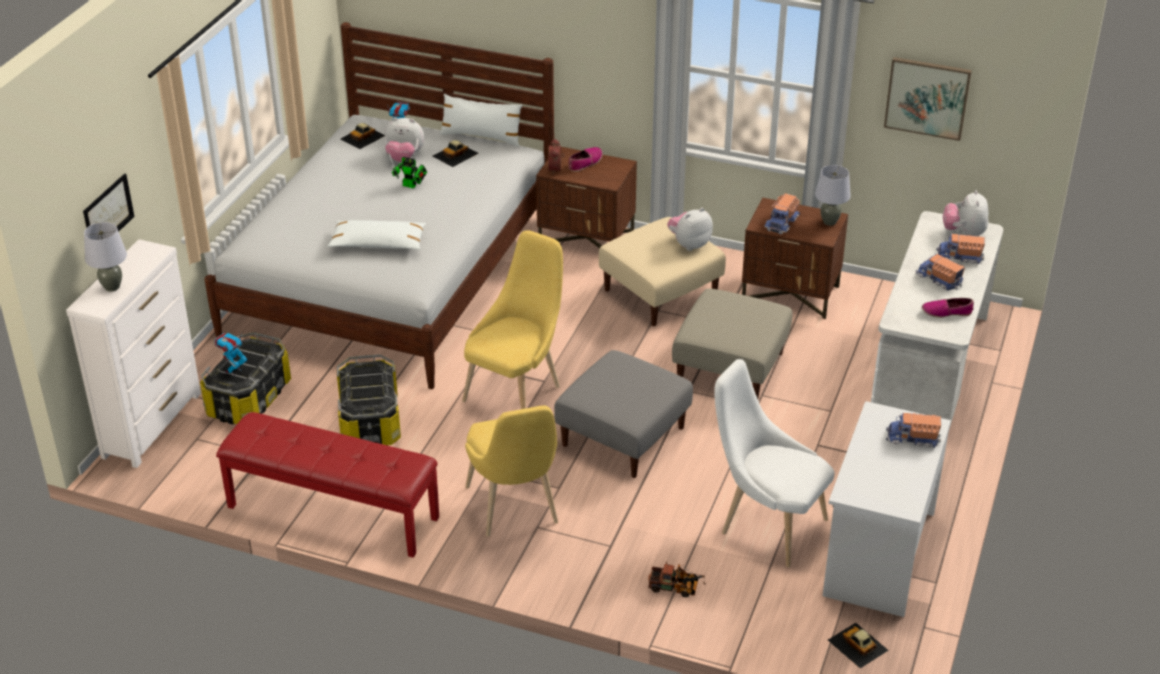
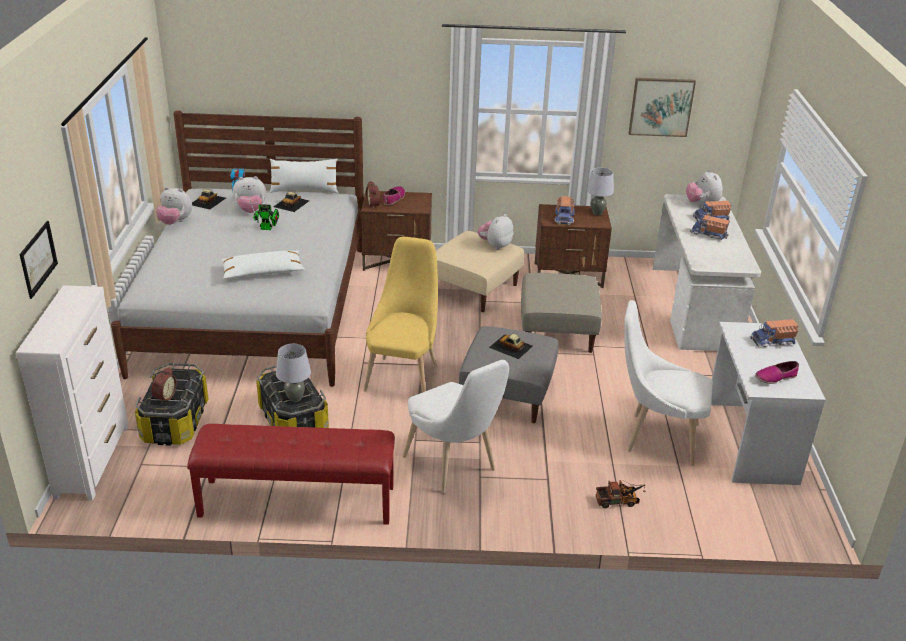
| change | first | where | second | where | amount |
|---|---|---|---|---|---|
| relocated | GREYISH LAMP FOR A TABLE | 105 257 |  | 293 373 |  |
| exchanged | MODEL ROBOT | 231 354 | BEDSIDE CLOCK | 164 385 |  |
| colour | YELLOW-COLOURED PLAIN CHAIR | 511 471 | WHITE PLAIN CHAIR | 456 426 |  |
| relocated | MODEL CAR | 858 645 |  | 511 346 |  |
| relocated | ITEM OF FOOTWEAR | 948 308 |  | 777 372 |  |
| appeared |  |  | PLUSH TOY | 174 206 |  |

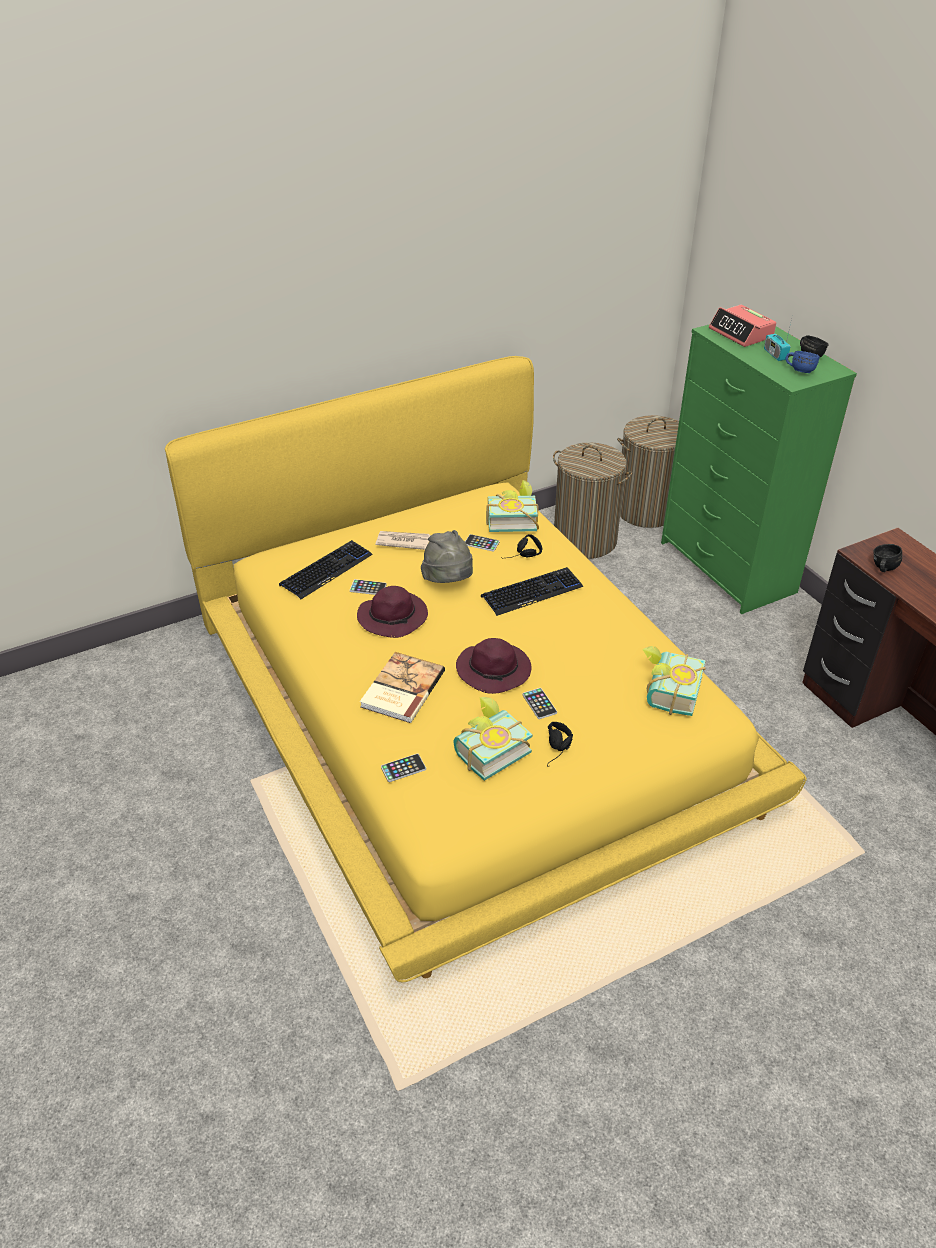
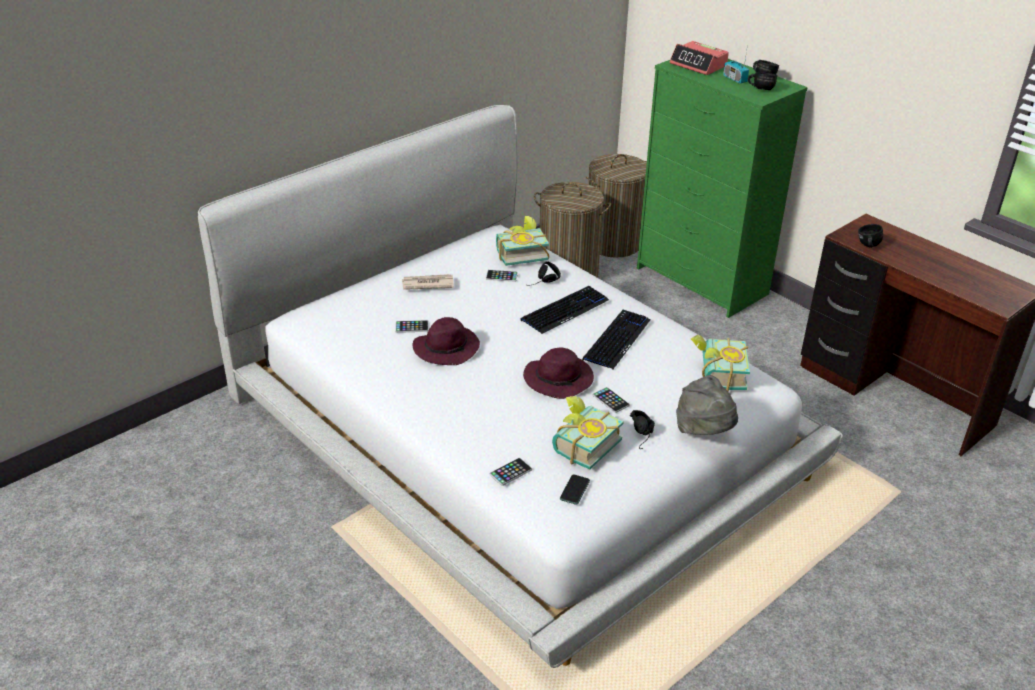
| change | first | where | second | where | amount |
|---|---|---|---|---|---|
| colour | YELLOW-COLOURED BEDROOM BED | 486 669 | WHITE BEDROOM BED | 520 386 |  |
| relocated | KEYBOARD | 326 569 |  | 616 339 |  |
| missing | BOOK | 402 687 |  |  |  |
| relocated | GREYISH WEARABLE HAT | 447 556 |  | 707 405 |  |
| colour | BLUE MUG | 803 362 | BLACK-COLOURED MUG | 762 81 |  |
| appeared |  |  | TELEPHONE | 575 490 |  |

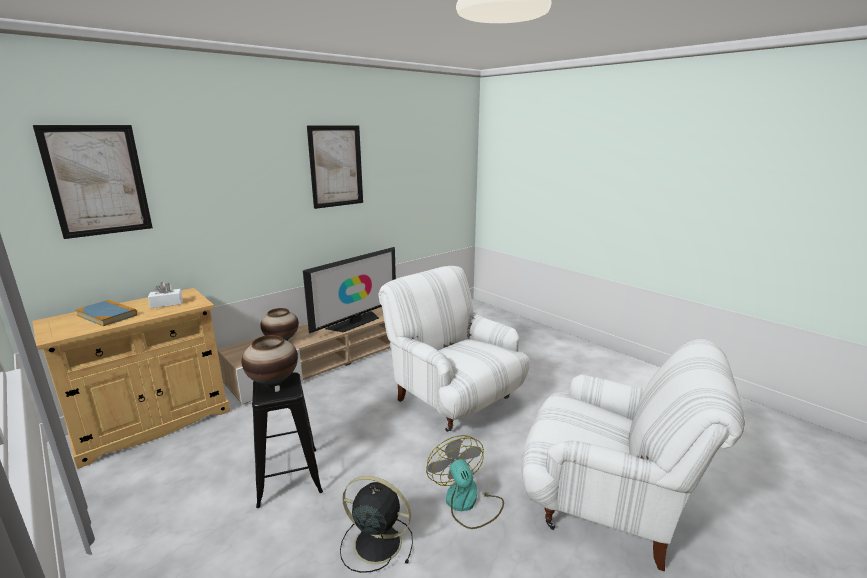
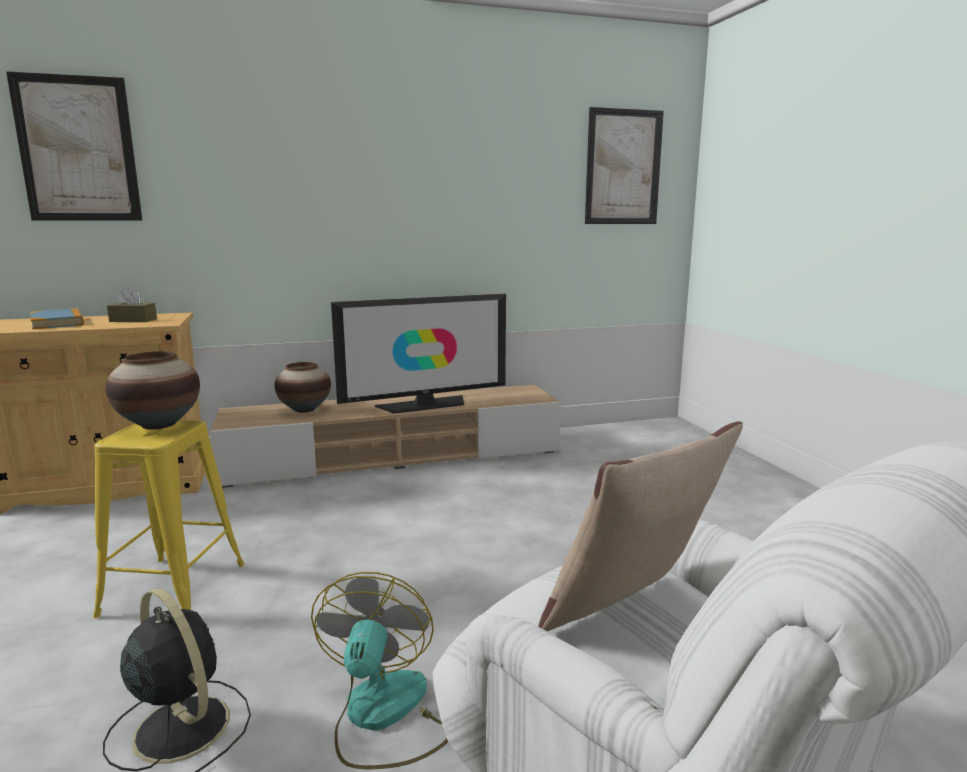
| change | first | where | second | where | amount |
|---|---|---|---|---|---|
| colour | WHITE BOX OF TISSUES | 165 295 | BROWN BOX OF TISSUES | 132 305 |  |
| colour | BLACK-COLOURED SITTING STOOL | 287 440 | YELLOW-COLOURED SITTING STOOL | 168 519 |  |
| relocated | WALL PICTURE | 335 167 |  | 624 165 |  |
| missing | WHITE EASY CHAIR | 454 349 |  |  |  |
| appeared |  |  | SAND-COLOURED CUSHION | 640 526 |  |

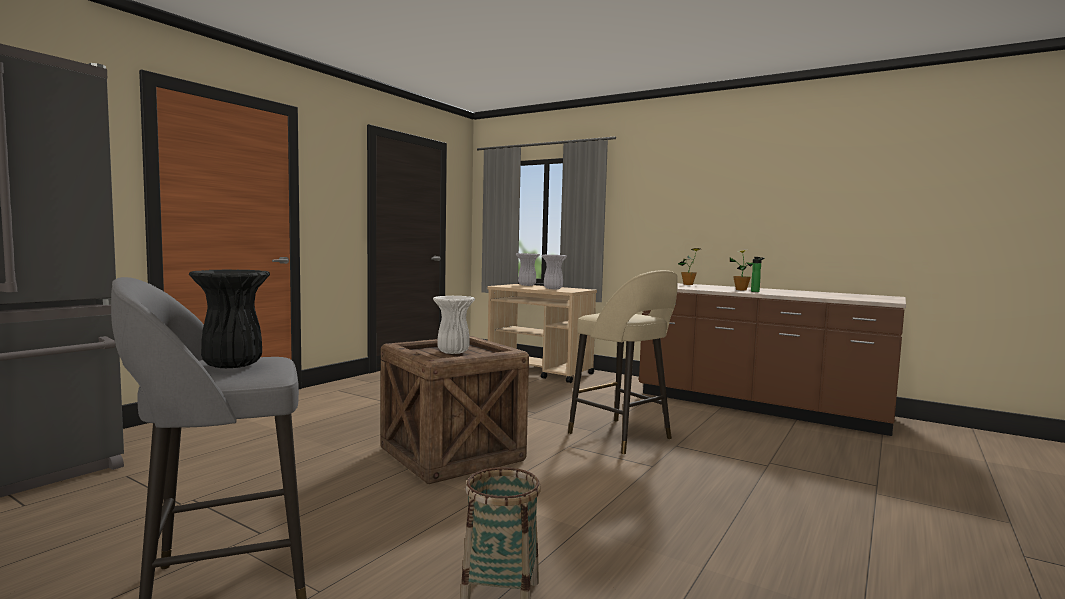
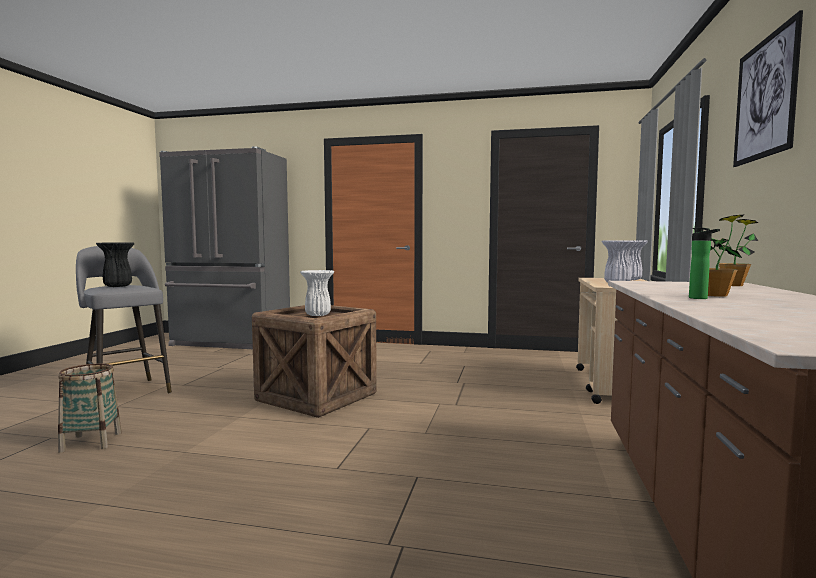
| change | first | where | second | where | amount |
|---|---|---|---|---|---|
| missing | SAND-COLOURED SITTING STOOL | 622 362 |  |  |  |
| appeared |  |  | WALL PICTURE | 768 88 |  |

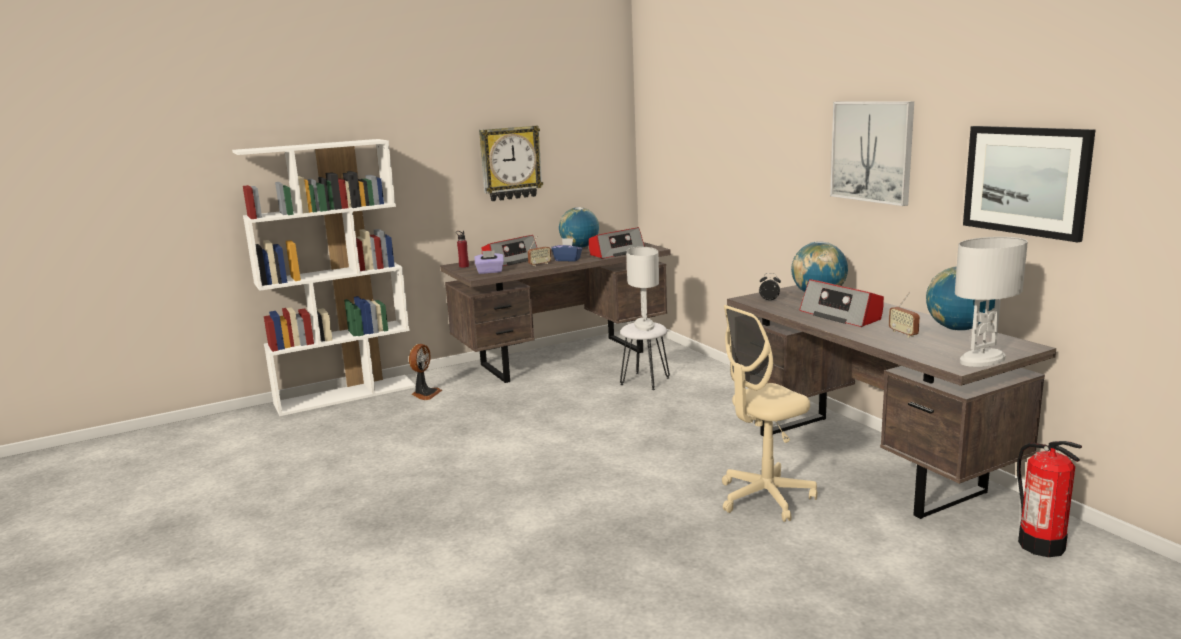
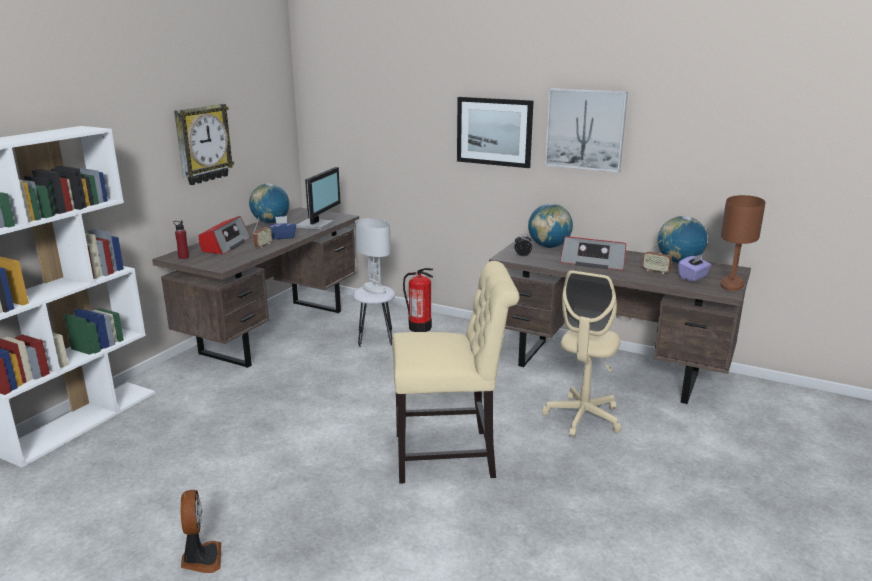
| change | first | where | second | where | amount |
|---|---|---|---|---|---|
| relocated | ELECTRIC FAN | 425 372 |  | 200 531 |  |
| relocated | PURPLISH BOX OF TISSUES | 489 262 |  | 694 267 |  |
| exchanged | RADIO RECEIVER | 617 243 | MONITOR | 318 198 |  |
| colour | WHITE LAMP FOR A TABLE | 991 302 | BROWN LAMP FOR A TABLE | 743 243 |  |
| relocated | WALL PICTURE | 1029 184 |  | 495 132 |  |
| relocated | EXTINGUISHER | 1049 499 |  | 418 300 |  |
| appeared |  |  | SAND-COLOURED PLAIN CHAIR | 456 372 |  |

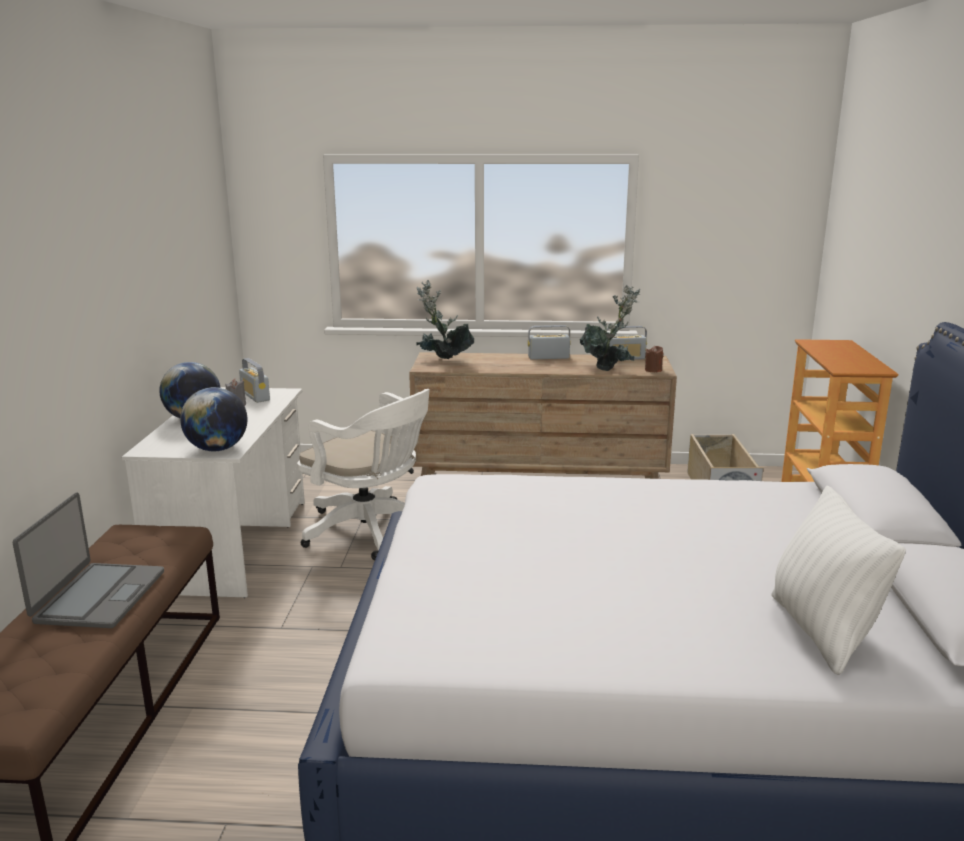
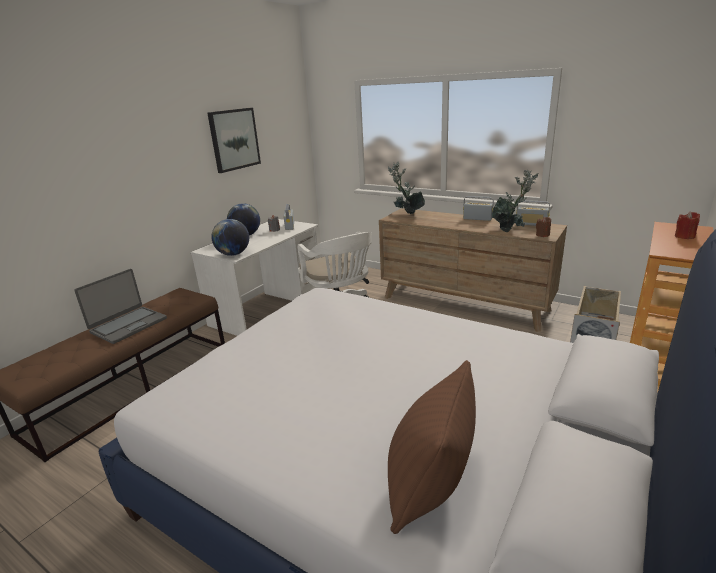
| change | first | where | second | where | amount |
|---|---|---|---|---|---|
| colour | WHITE CUSHION | 838 580 | BROWN CUSHION | 432 447 |  |
| appeared |  |  | WALL PICTURE | 234 140 |  |
| appeared |  |  | REDDISH WAX LIGHT | 687 225 |  |

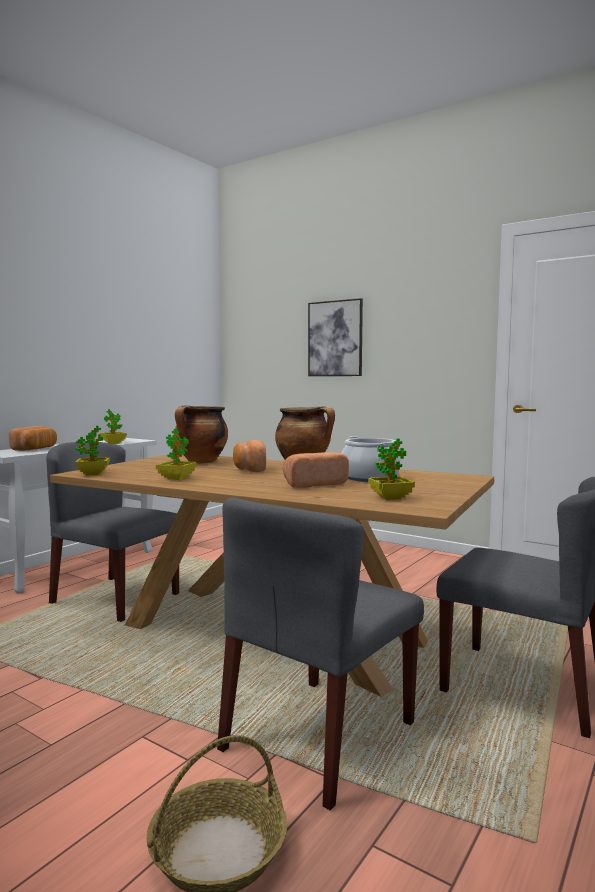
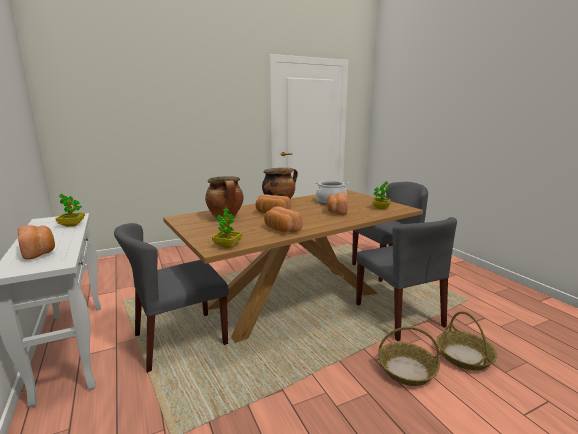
| change | first | where | second | where | amount |
|---|---|---|---|---|---|
| exchanged | POTTED PLANT | 176 454 | BAKERY BREAD | 283 219 |  |
| missing | WALL PICTURE | 335 337 |  |  |  |
| appeared |  |  | STORAGE BASKET | 409 356 |  |

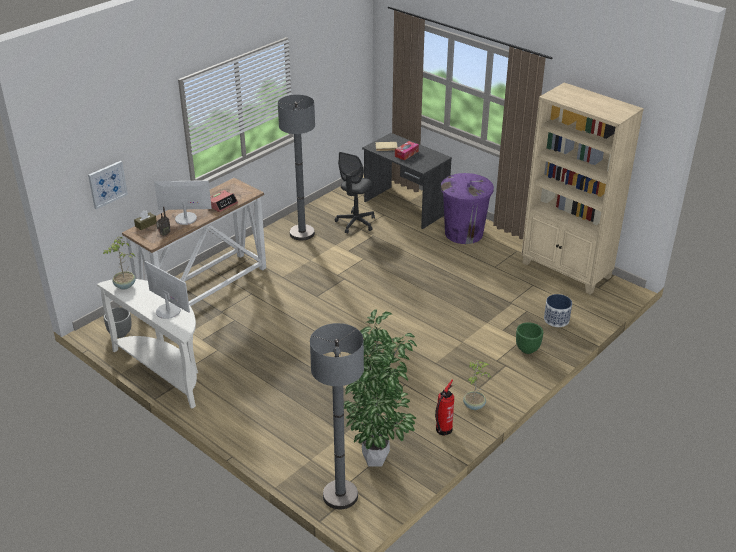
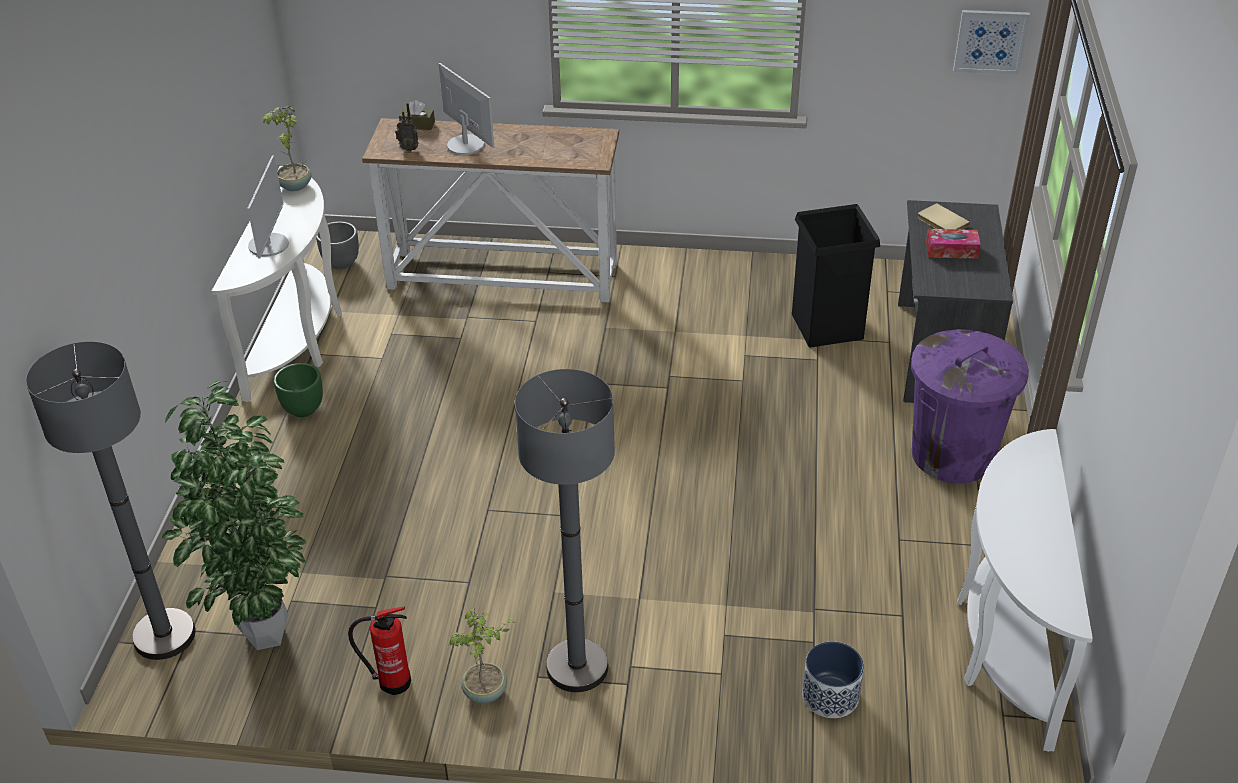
| change | first | where | second | where | amount |
|---|---|---|---|---|---|
| relocated | WALL PICTURE | 108 185 |  | 991 42 |  |
| missing | BEDSIDE CLOCK | 224 201 |  |  |  |
| relocated | GREYISH FLOOR LAMP | 296 167 |  | 565 530 |  |
| exchanged | GREYISH DESK CHAIR | 355 193 | BLACK-COLOURED WASTE BIN | 836 275 |  |
| relocated | GREENISH PLANT POT | 529 338 |  | 298 390 |  |
| exchanged | SAND-COLOURED BOOKCASE | 582 189 | WHITE NARROW TABLE | 1024 590 |  |

